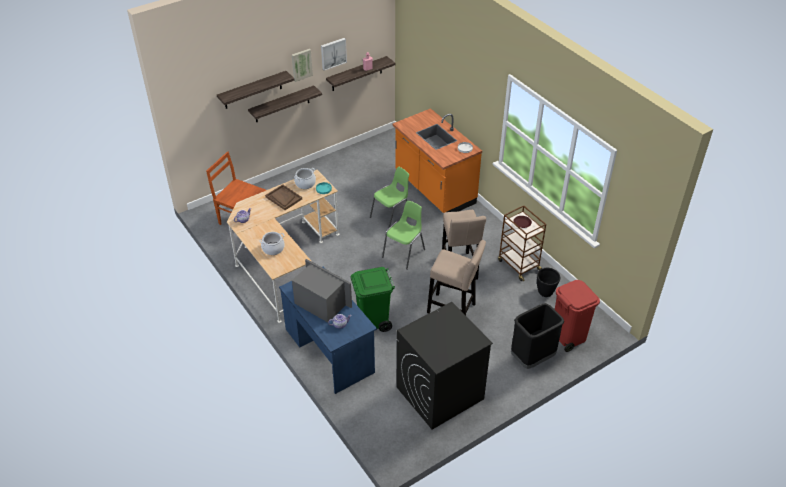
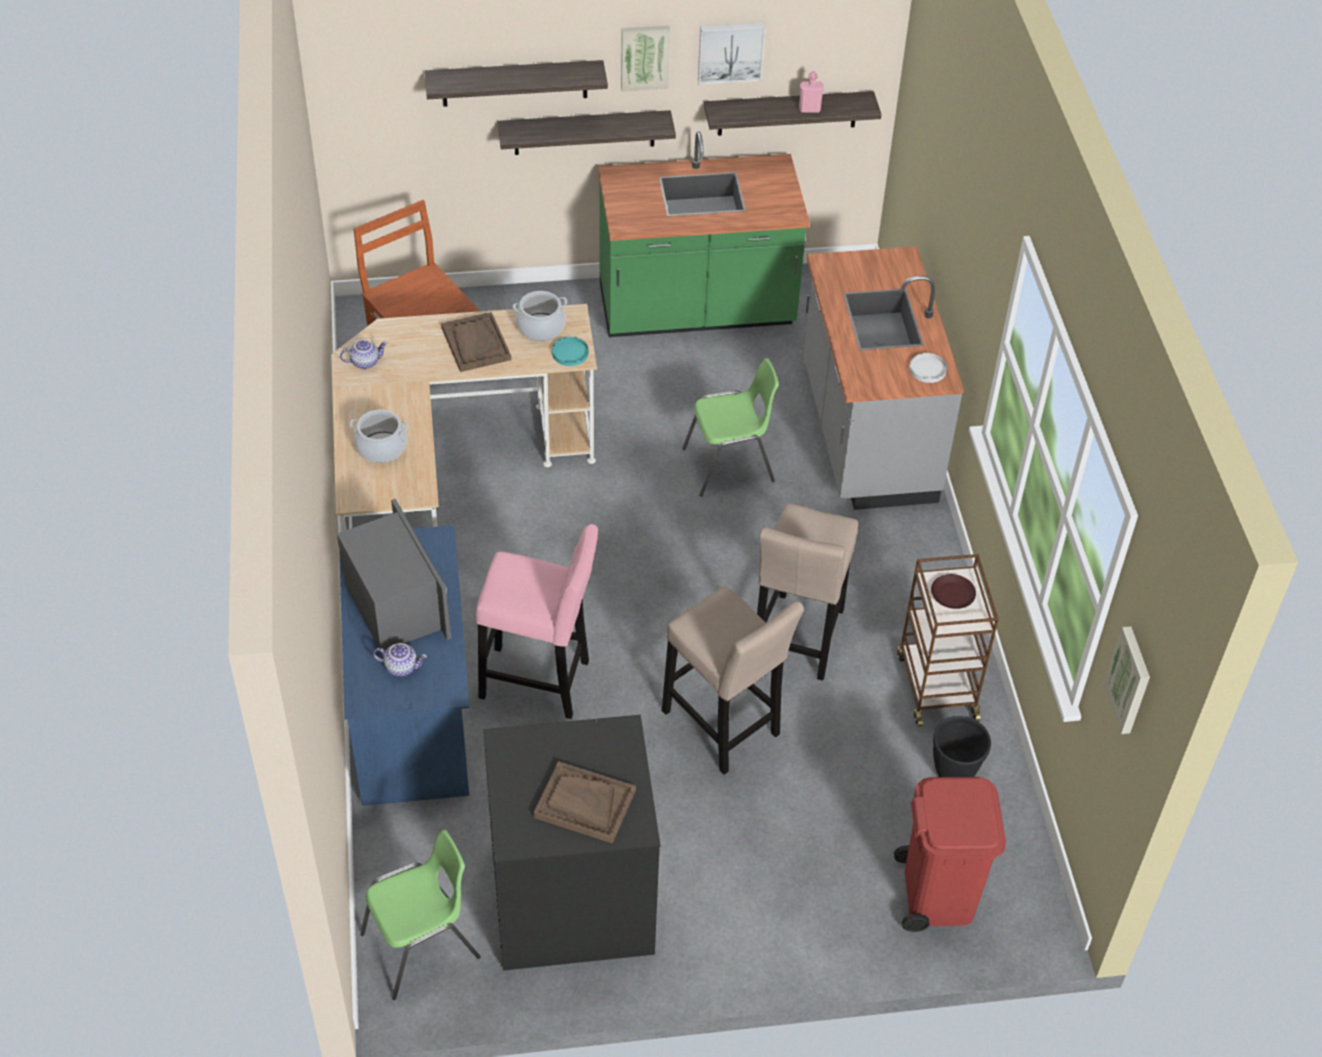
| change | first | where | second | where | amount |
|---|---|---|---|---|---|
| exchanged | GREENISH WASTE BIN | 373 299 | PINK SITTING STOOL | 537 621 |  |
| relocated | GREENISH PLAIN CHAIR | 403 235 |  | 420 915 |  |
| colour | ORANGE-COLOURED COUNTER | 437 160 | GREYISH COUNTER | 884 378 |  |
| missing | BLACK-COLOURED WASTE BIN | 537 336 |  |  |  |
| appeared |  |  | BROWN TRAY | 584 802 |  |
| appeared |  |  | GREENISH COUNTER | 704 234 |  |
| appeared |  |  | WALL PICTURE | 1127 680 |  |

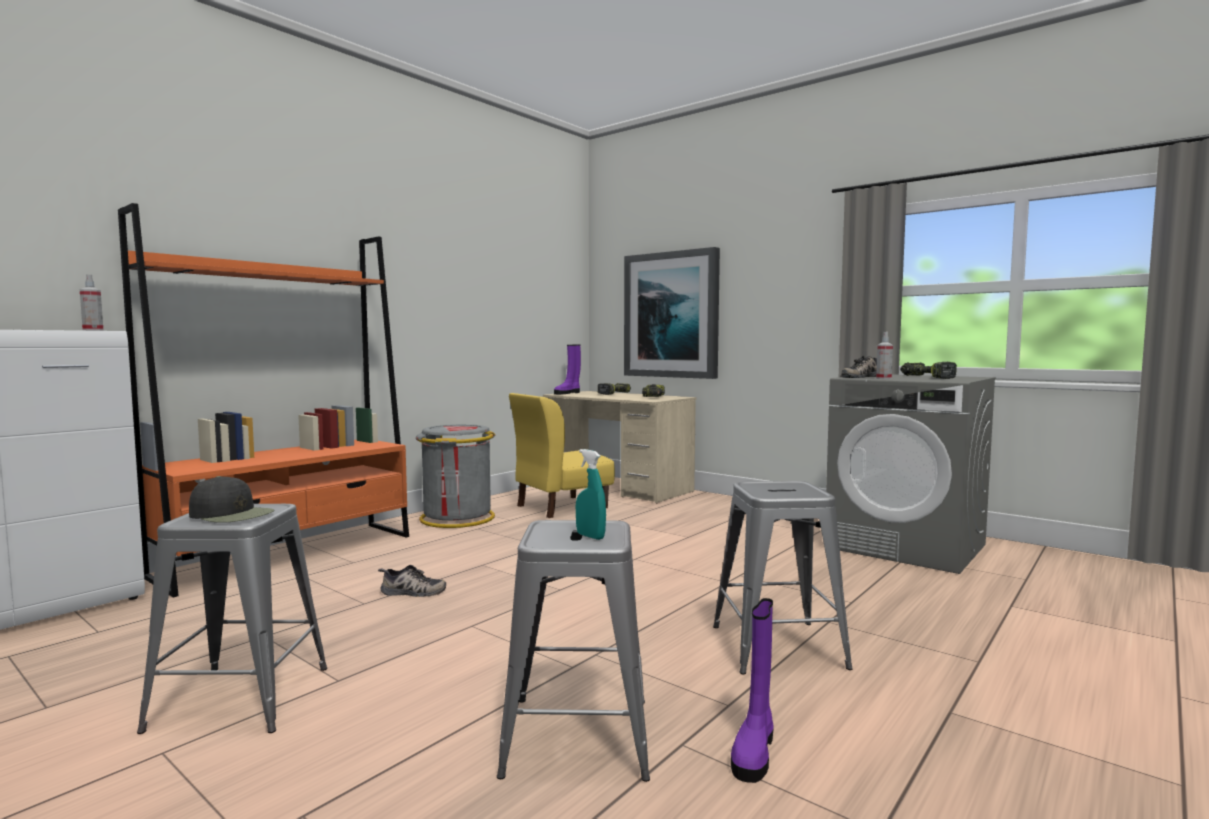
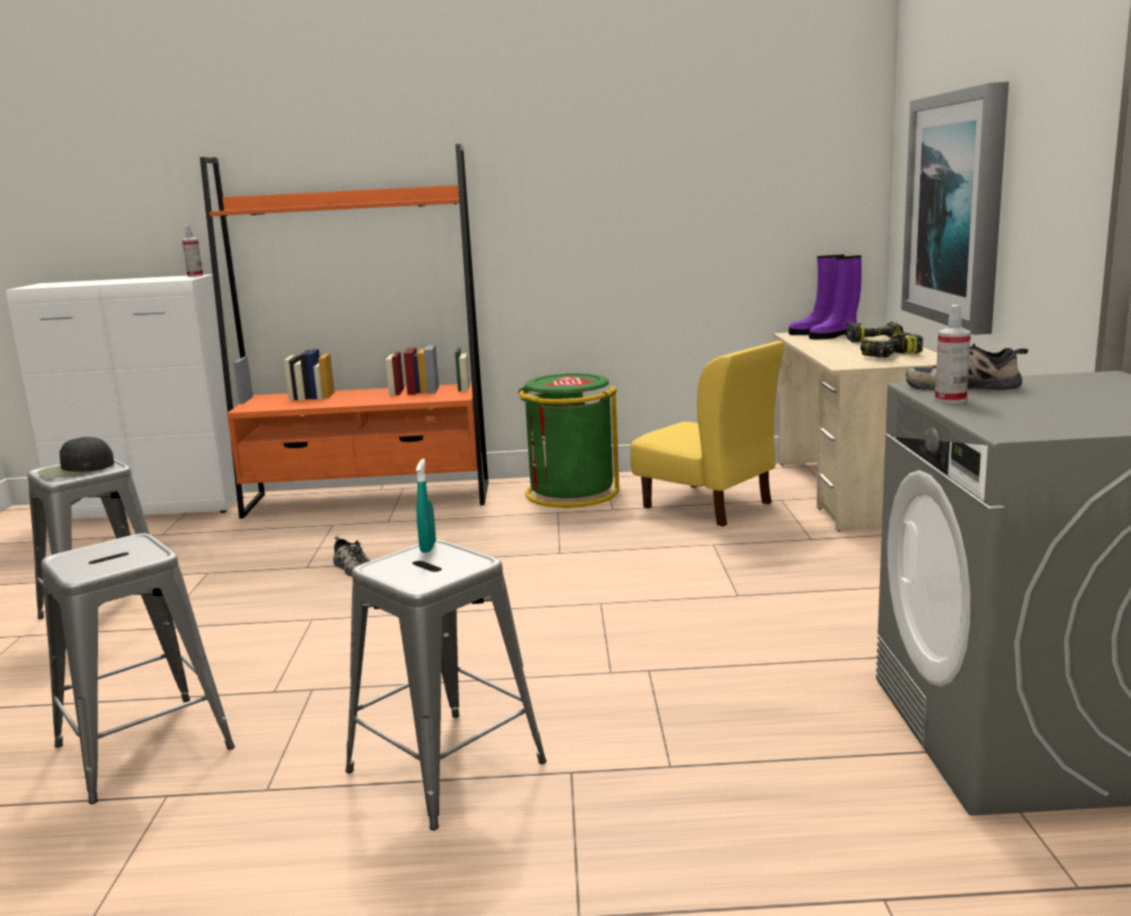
| change | first | where | second | where | amount |
|---|---|---|---|---|---|
| spun | BLACK-COLOURED BASEBALL CAP | 231 499 |  | 76 457 | 75 degrees clockwise |
| colour | GREYISH WASTE BIN | 455 476 | GREENISH WASTE BIN | 568 440 |  |
| spun | YELLOW-COLOURED PLAIN CHAIR | 562 455 |  | 707 433 | 150 degrees counterclockwise |
| relocated | TURQUOISE-COLOURED SPRAYER | 591 494 |  | 426 506 |  |
| relocated | PURPLISH TALL BOOT | 752 690 |  | 835 297 |  |
| missing | DRILL | 928 370 |  |  |  |

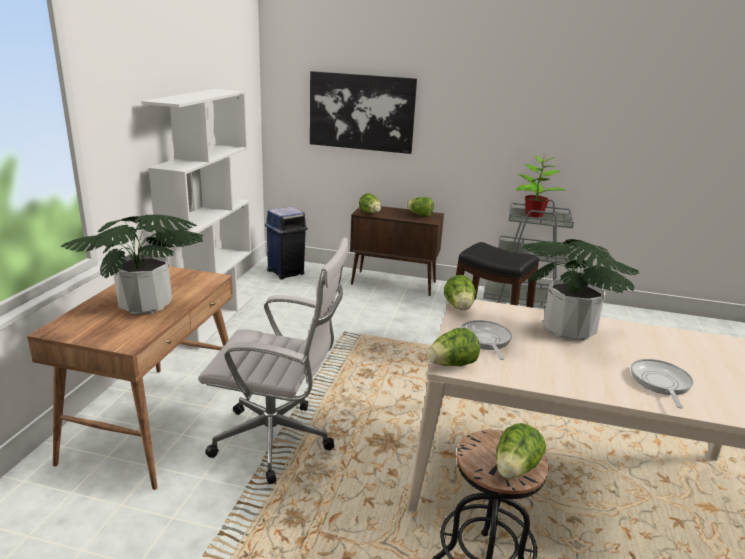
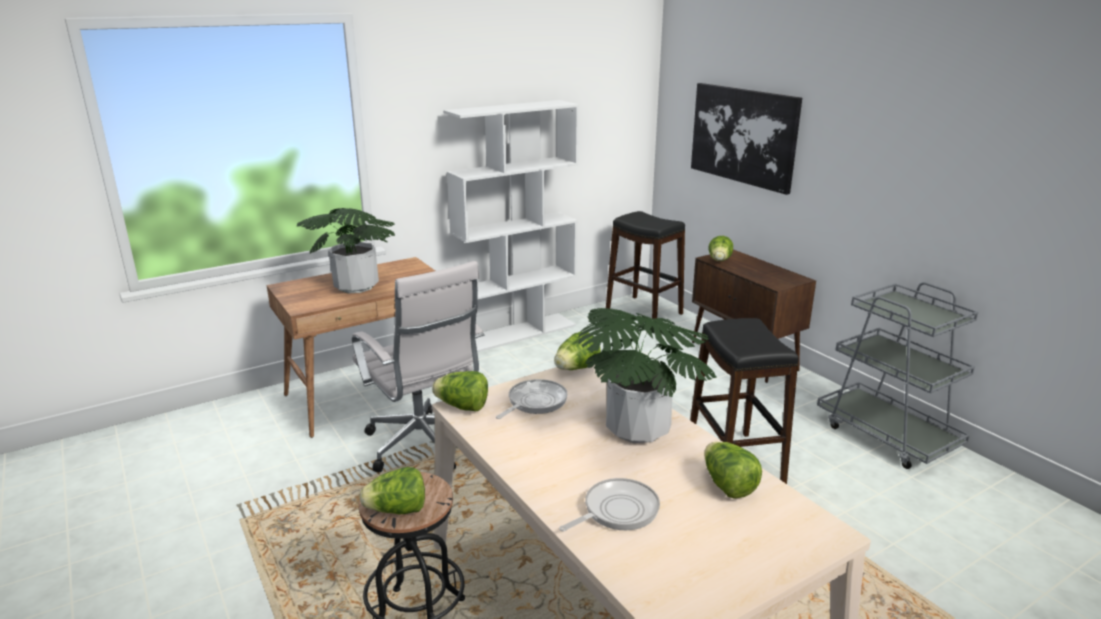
| change | first | where | second | where | amount |
|---|---|---|---|---|---|
| exchanged | BLUE WASTE BIN | 286 243 | BLACK-COLOURED SITTING STOOL | 645 265 |  |
| relocated | HEAD OF LETTUCE | 420 207 |  | 733 470 |  |
| missing | POTTED PLANT | 541 186 |  |  |  |

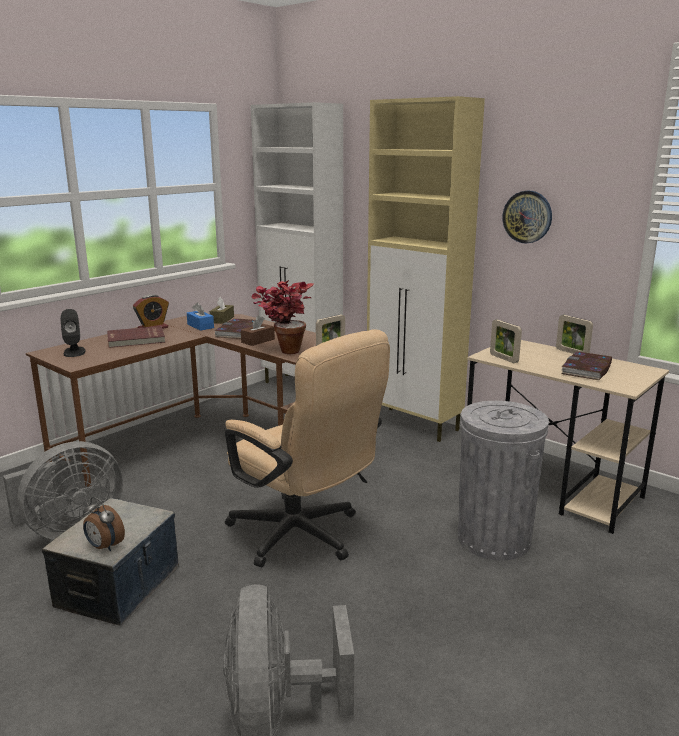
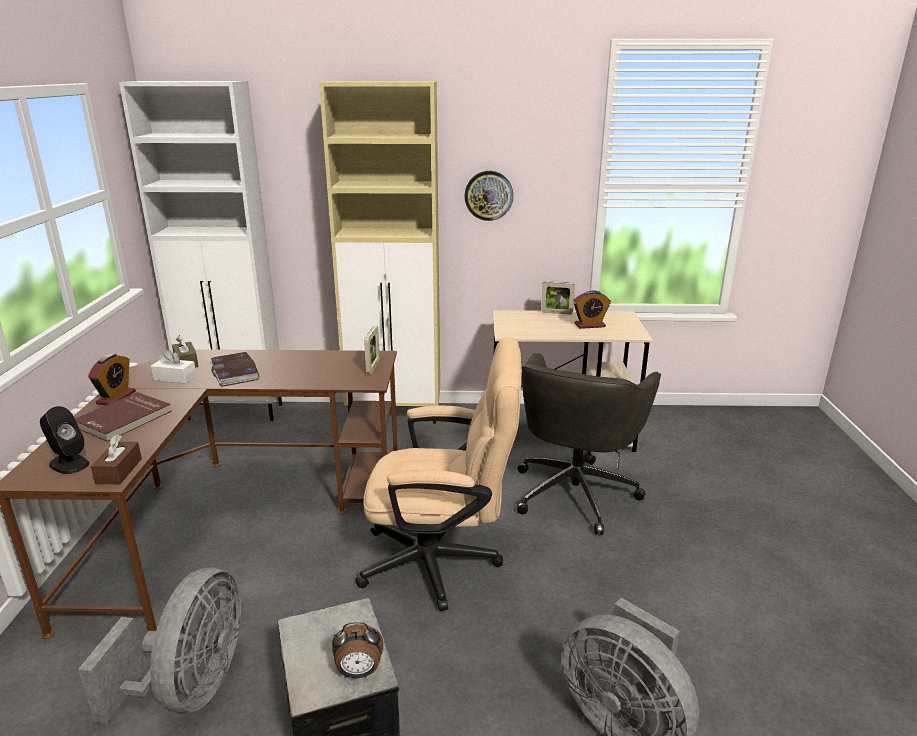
| change | first | where | second | where | amount |
|---|---|---|---|---|---|
| colour | BLUE BOX OF TISSUES | 200 316 | WHITE BOX OF TISSUES | 174 367 |  |
| relocated | BROWN BOX OF TISSUES | 258 331 |  | 116 459 |  |
| missing | POTTED PLANT | 282 317 |  |  |  |
| exchanged | GREYISH WASTE BIN | 503 480 | GREYISH DESK CHAIR | 589 444 |  |
| missing | STANDING FRAME | 506 341 |  |  |  |
| exchanged | BOOK | 586 365 | BEDSIDE CLOCK | 592 309 |  |

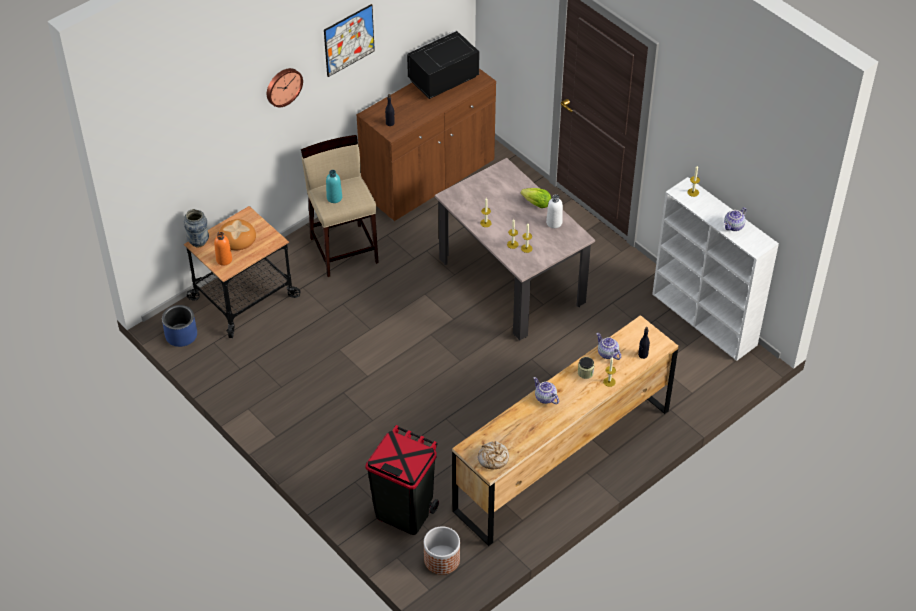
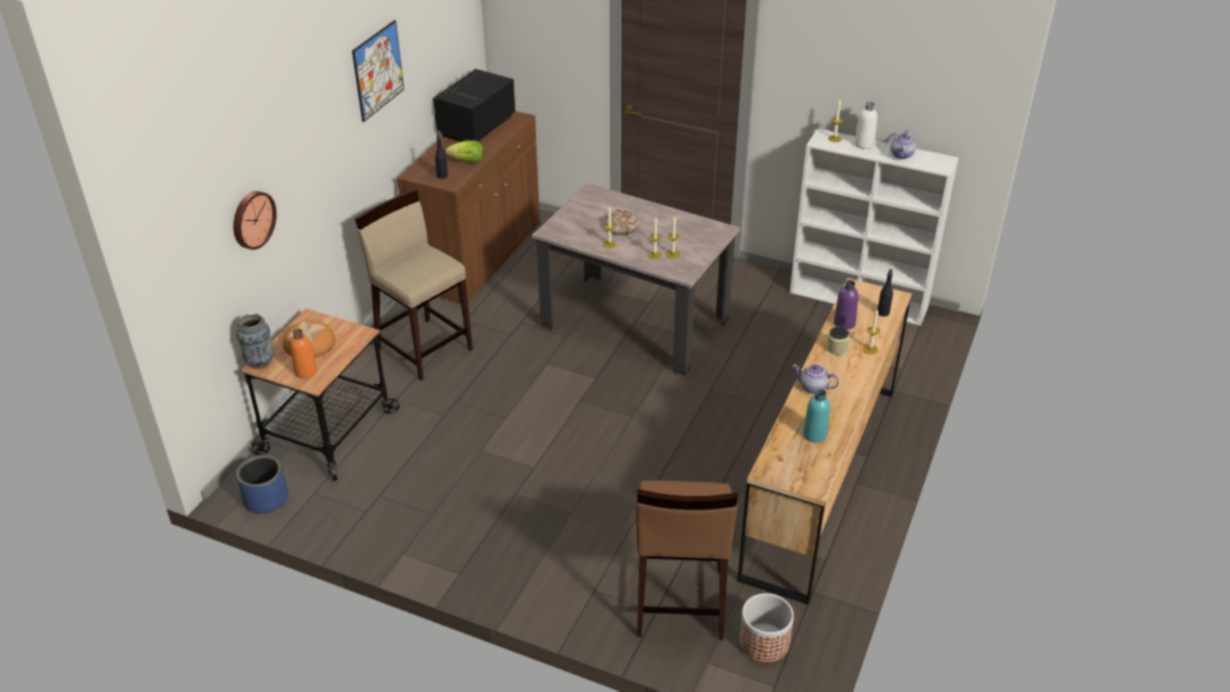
| change | first | where | second | where | amount |
|---|---|---|---|---|---|
| relocated | WALL CLOCK | 285 87 |  | 255 220 |  |
| relocated | TURQUOISE-COLOURED DRINK BOTTLE | 334 186 |  | 816 416 |  |
| exchanged | BLACK-COLOURED WASTE BIN | 402 480 | BROWN SITTING STOOL | 687 560 |  |
| relocated | BAKERY BREAD | 493 455 |  | 622 222 |  |
| relocated | HEAD OF LETTUCE | 536 198 |  | 465 151 |  |
| relocated | WHITE DRINK BOTTLE | 554 211 |  | 866 125 |  |
| exchanged | TEA POT | 608 346 | PURPLISH DRINK BOTTLE | 846 305 |  |

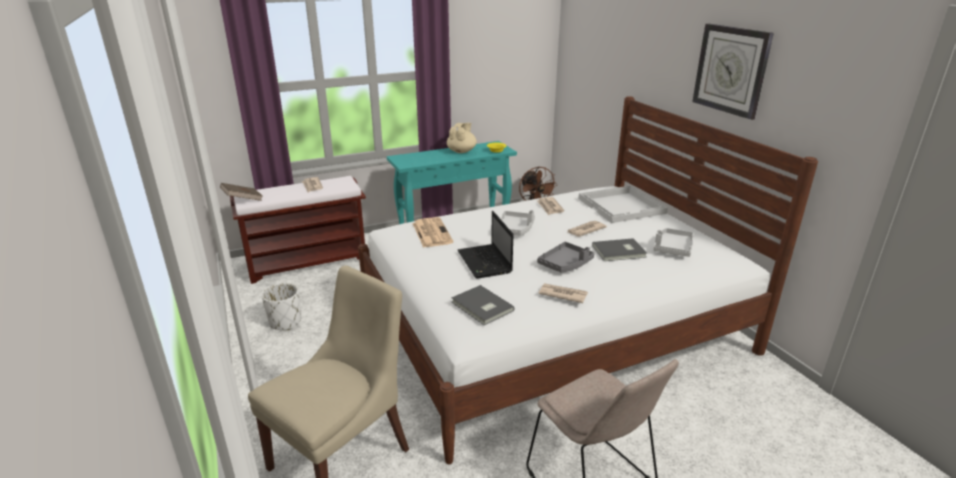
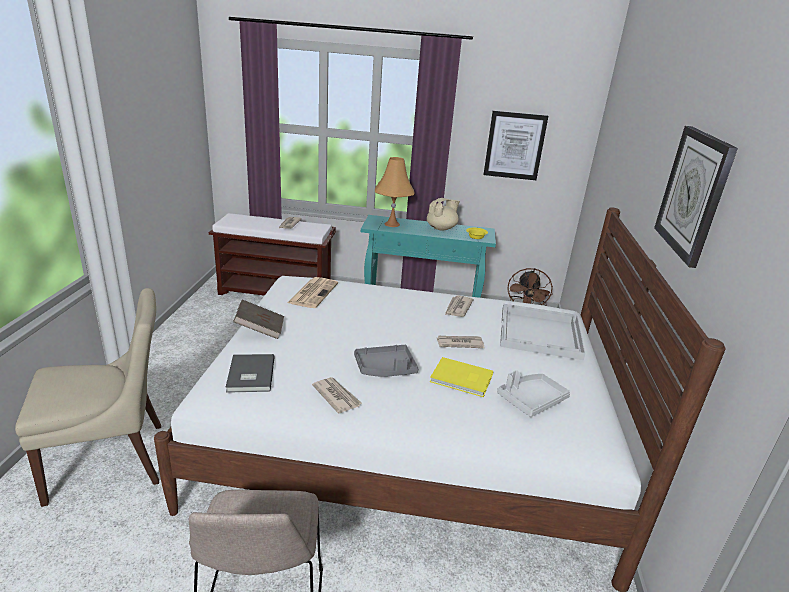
| change | first | where | second | where | amount |
|---|---|---|---|---|---|
| relocated | BROWN BOOK | 241 192 |  | 258 319 |  |
| missing | WHITE PLANT POT | 281 306 |  |  |  |
| missing | NOTEBOOK COMPUTER | 485 245 |  |  |  |
| missing | GREYISH TRAY | 517 223 |  |  |  |
| colour | GREYISH BOOK | 619 249 | YELLOW-COLOURED BOOK | 461 377 |  |
| appeared |  |  | ORANGE-COLOURED LAMP FOR A TABLE | 394 192 |  |
| appeared |  |  | WALL PICTURE | 515 145 |  |

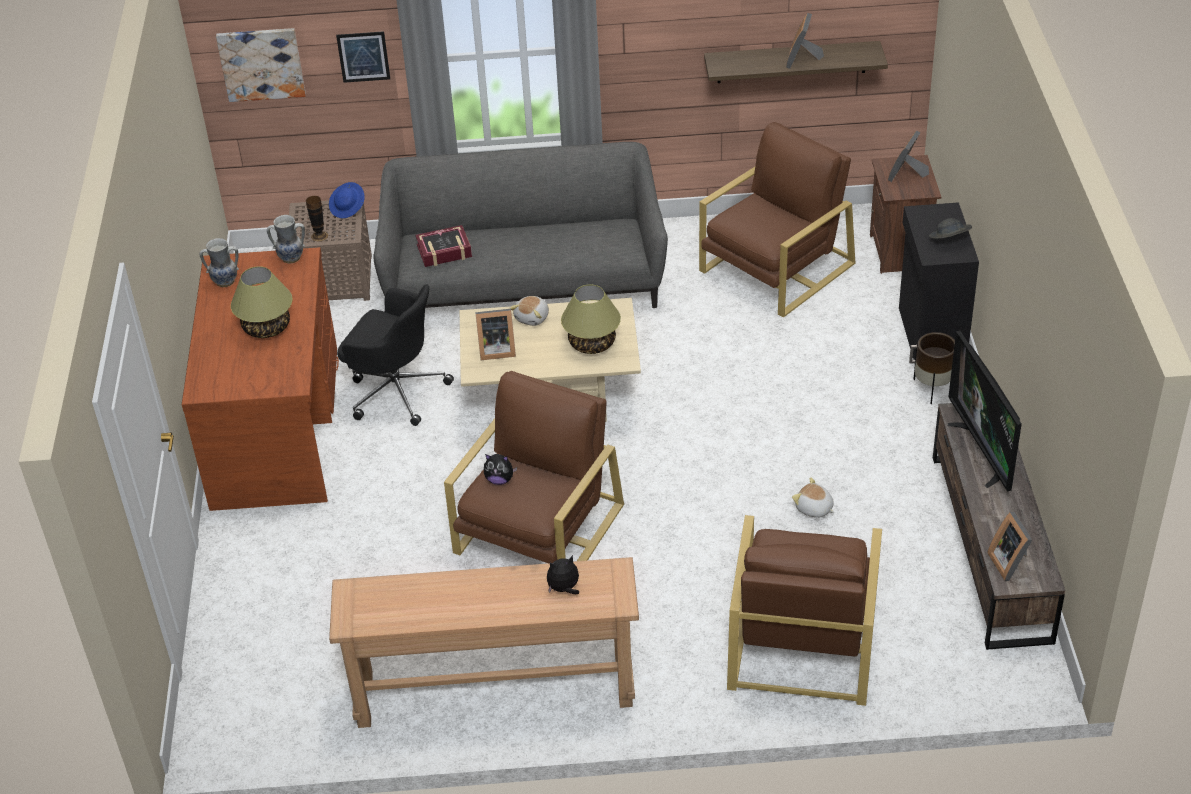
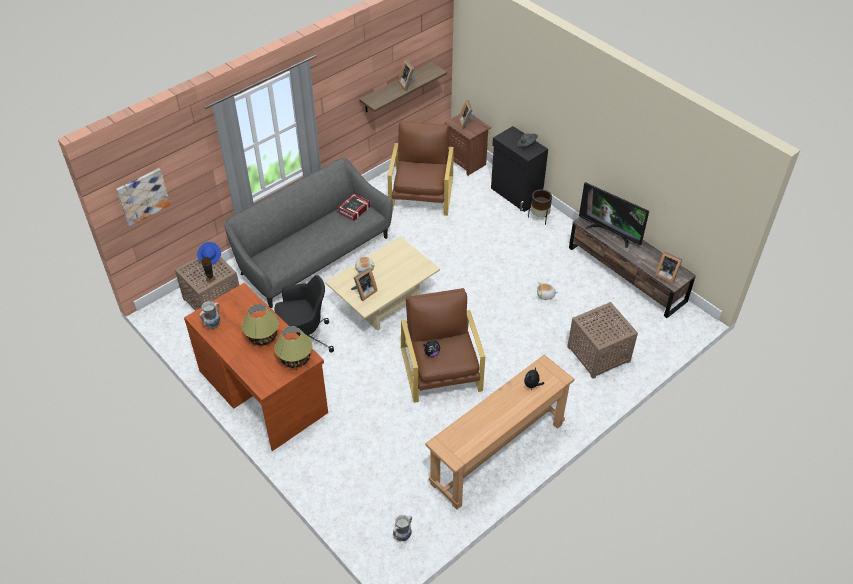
| change | first | where | second | where | amount |
|---|---|---|---|---|---|
| relocated | FLOWER VASE | 286 239 |  | 402 528 |  |
| missing | WALL PICTURE | 363 57 |  |  |  |
| relocated | BOOK | 443 246 |  | 353 207 |  |
| relocated | LAMP FOR A TABLE | 591 319 |  | 293 347 |  |
| exchanged | BROWN EASY CHAIR | 804 610 | BROWN ACCENT TABLE | 602 340 |  |

